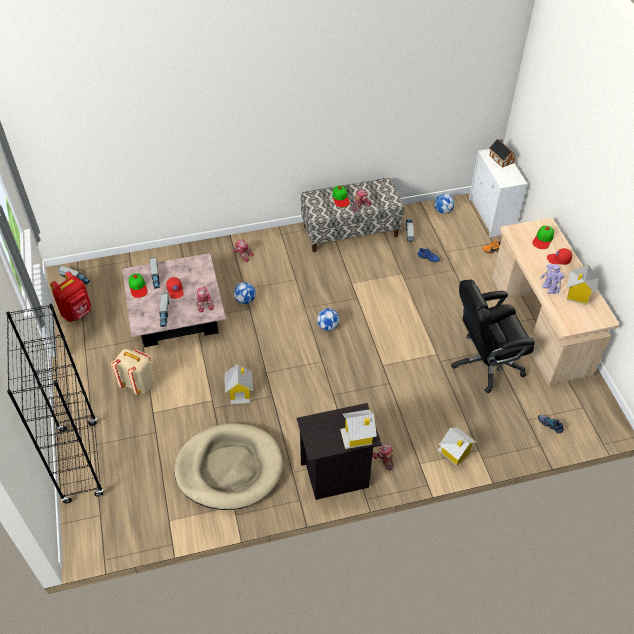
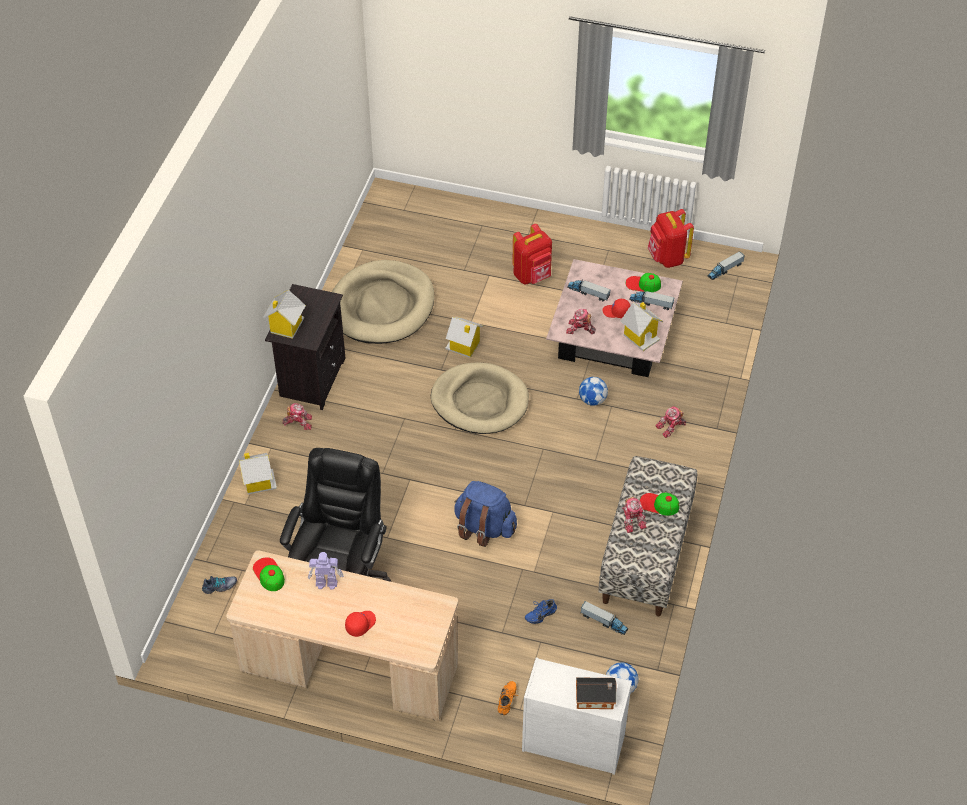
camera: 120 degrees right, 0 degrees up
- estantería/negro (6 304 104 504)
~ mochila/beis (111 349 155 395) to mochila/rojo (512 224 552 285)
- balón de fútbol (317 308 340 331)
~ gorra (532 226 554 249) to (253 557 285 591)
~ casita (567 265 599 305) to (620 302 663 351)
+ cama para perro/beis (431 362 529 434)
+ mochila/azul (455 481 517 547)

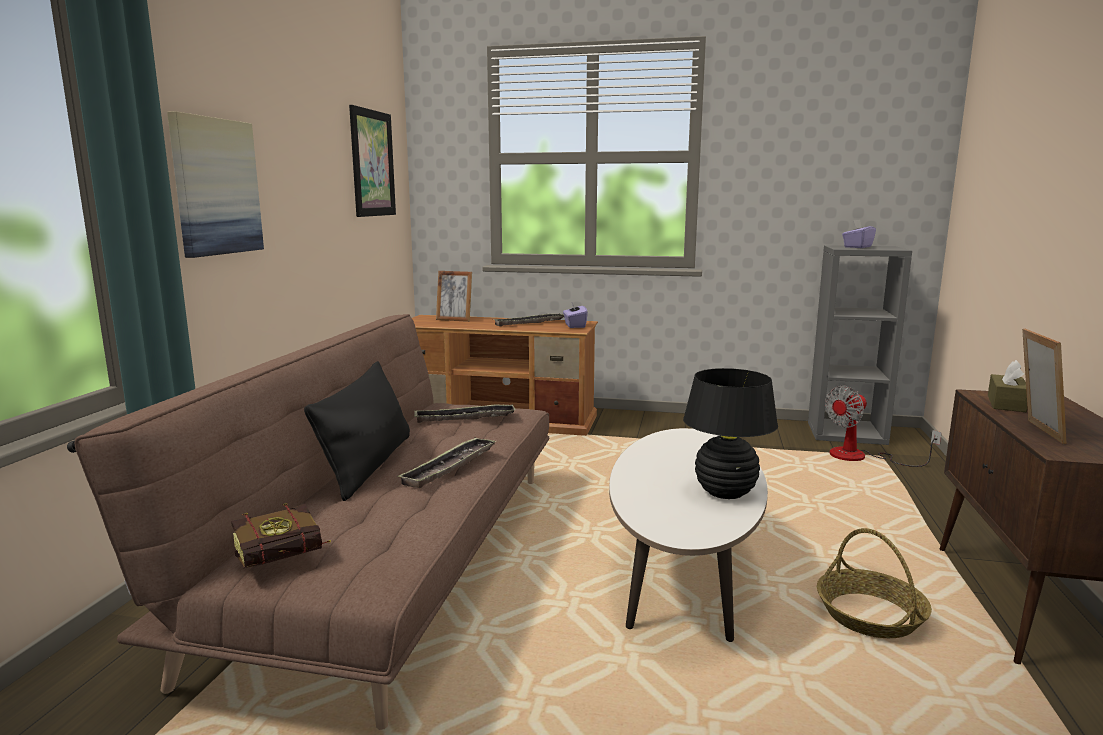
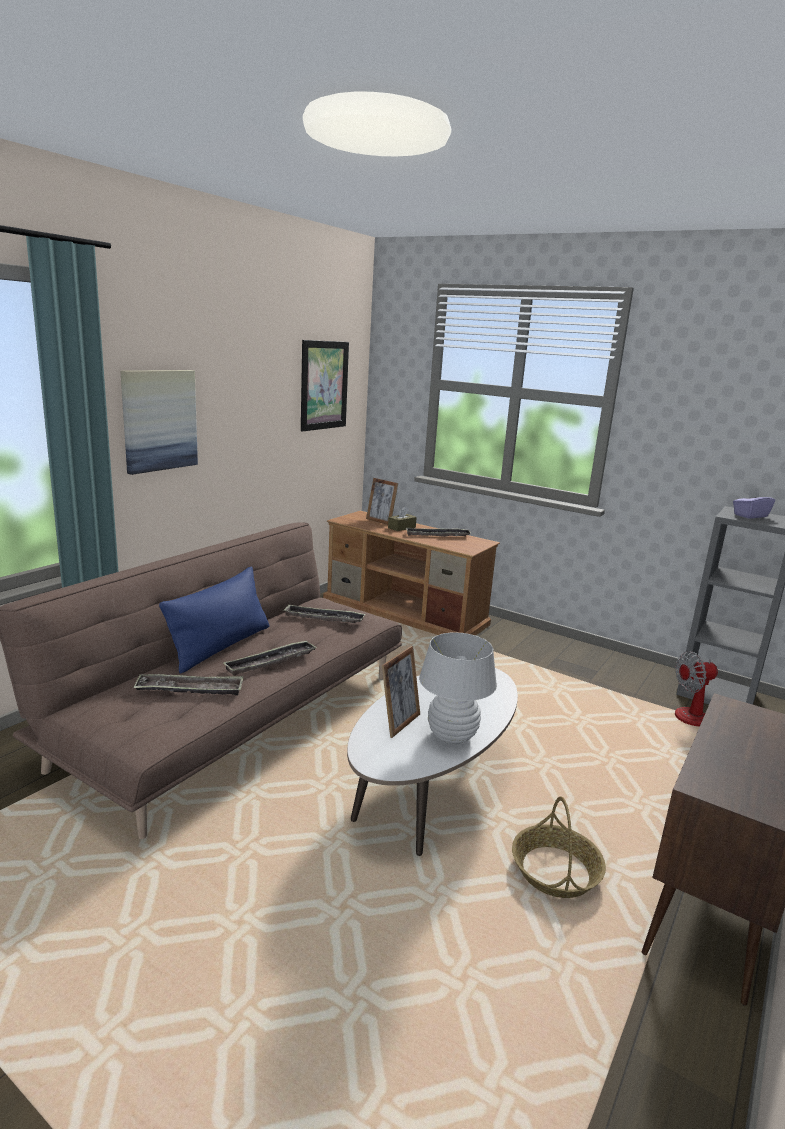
camera: 20 degrees right, 5 degrees up
- libro (231 503 331 568)
~ cojín/negro (304 361 410 501) to cojín/azul (159 566 269 674)
- caja de pañuelos/morado (563 302 588 328)
~ lámpara de mesa/negro (683 368 778 499) to lámpara de mesa/blanco (419 632 497 744)
~ caja de pañuelos/marrón (988 360 1028 412) to (388 506 417 531)
~ portarretratos (1022 329 1067 444) to (382 646 420 738)
+ bandeja (133 674 243 696)

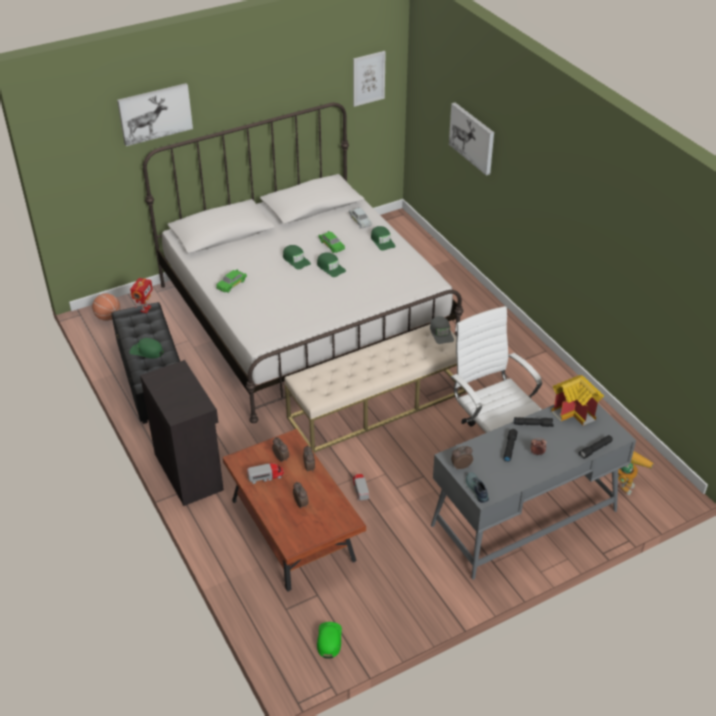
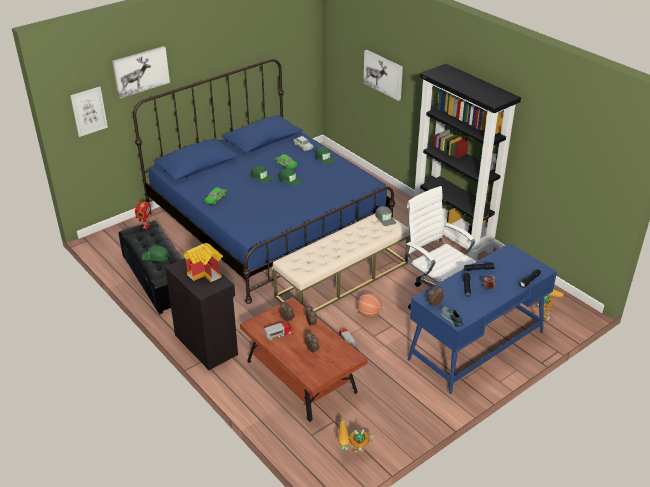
camera: 10 degrees left, 5 degrees down
~ balón de baloncesto (92 293 120 321) to (357 293 382 318)
~ cama/blanco (143 103 463 423) to cama/azul (133 59 395 304)
~ gorra/verde (317 622 342 659) to robot de juguete (338 421 374 452)
~ cuadro (353 51 386 107) to (70 87 108 137)
~ escritorio/gris (431 404 636 580) to escritorio/azul (408 243 557 394)
~ casita (551 375 604 426) to (183 243 223 282)
+ estantería/negro (414 64 521 261)

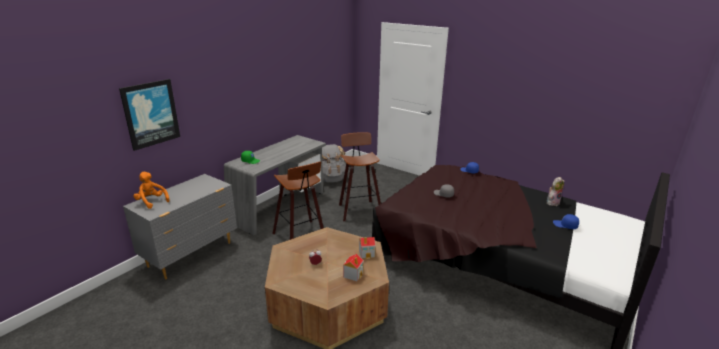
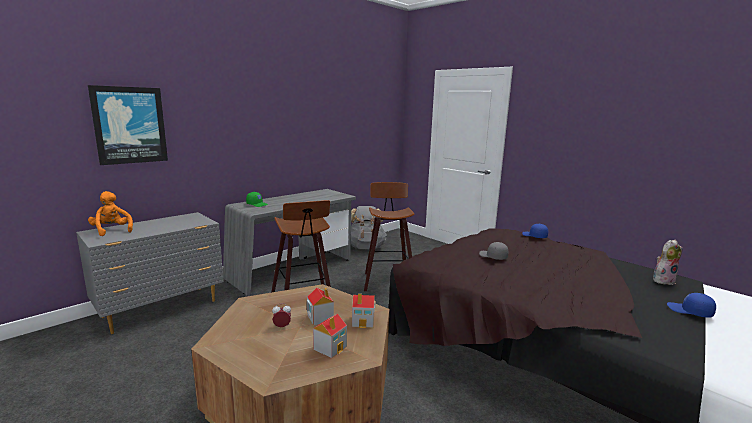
camera: 10 degrees right, 10 degrees down
+ casita (307 288 334 325)

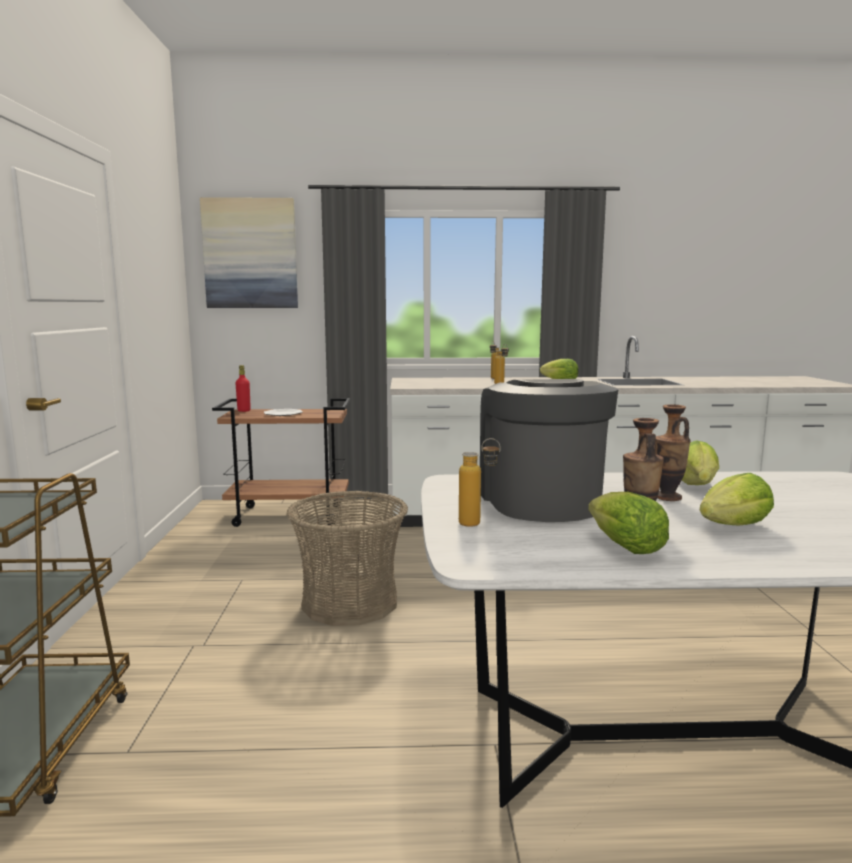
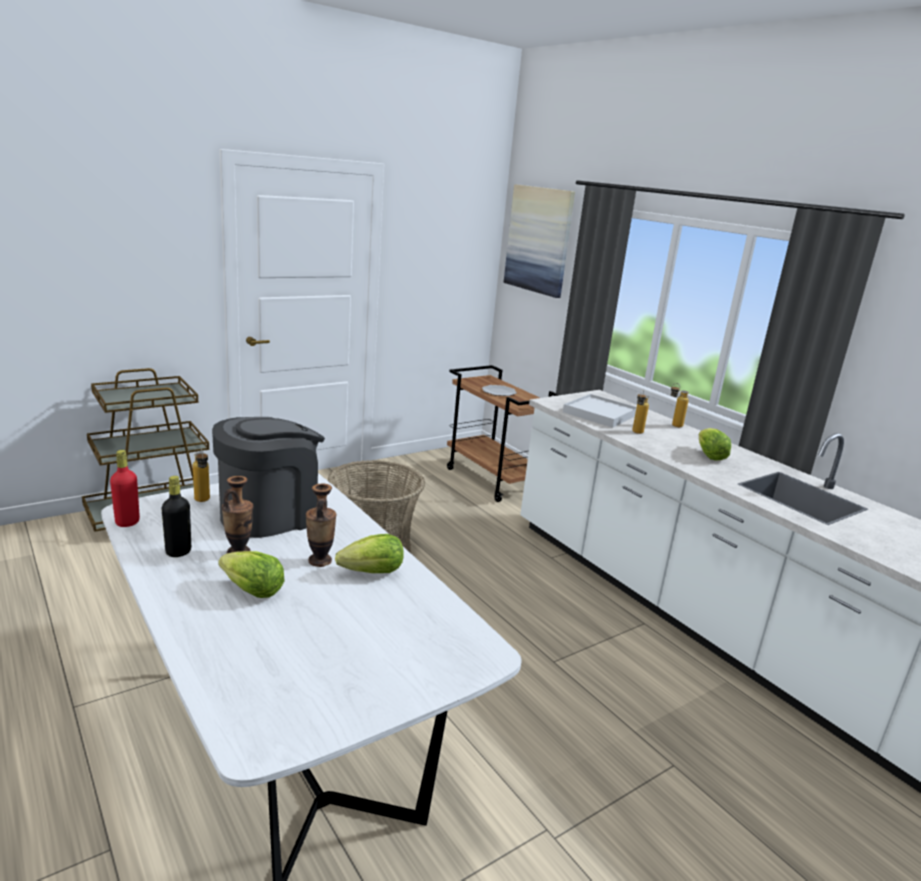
camera: 55 degrees right, 10 degrees up
~ botella/rojo (236 365 251 412) to (110 450 140 527)
~ lechuga (588 492 669 554) to botella/negro (161 476 191 557)
+ bandeja/blanco (563 394 637 428)

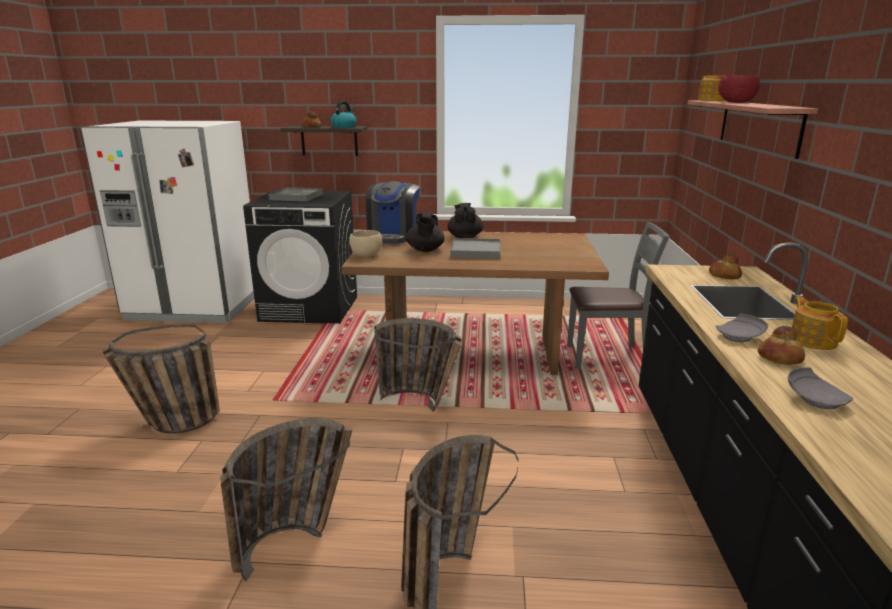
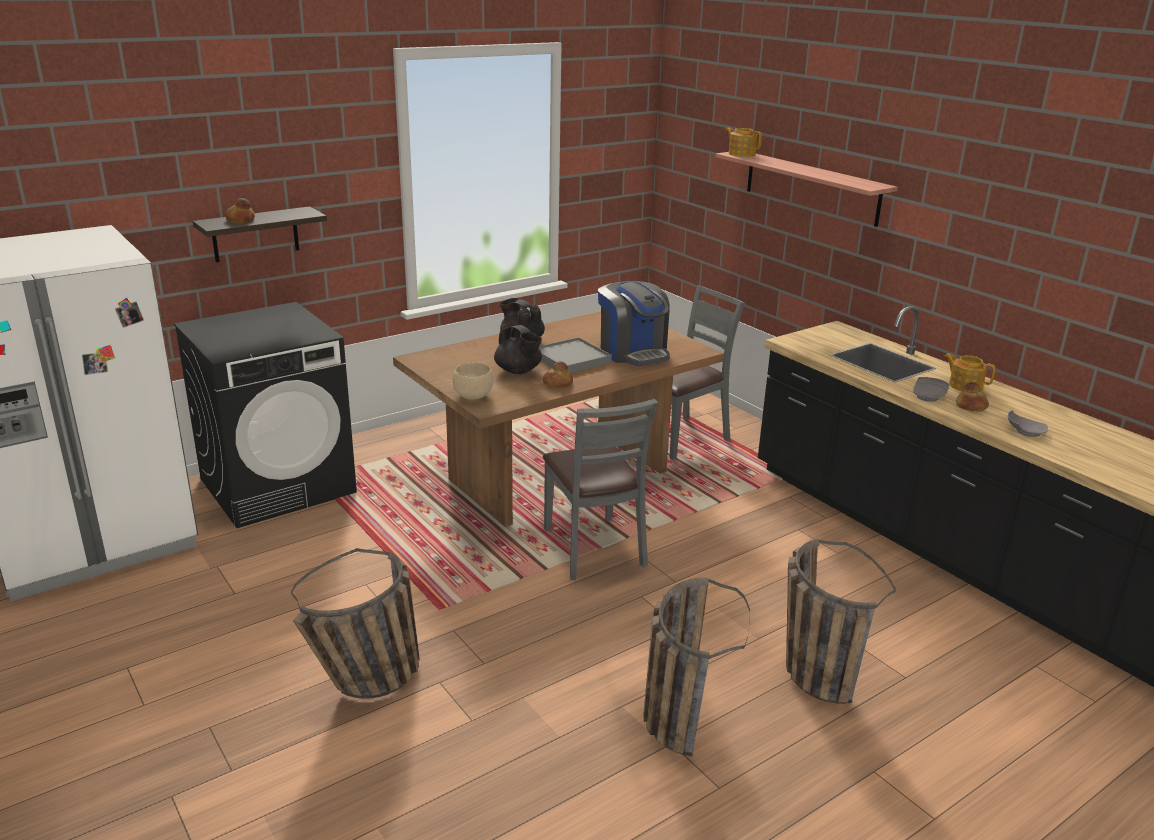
camera: 40 degrees left, 5 degrees up
- bandeja/gris (269 187 323 202)
- hervidor (331 101 357 128)
~ cafetera (366 181 420 244) to (598 281 670 366)
~ cesta (374 318 462 412) to silla/gris (543 399 658 580)
~ pan (709 254 742 280) to (542 361 573 388)
- cuenco/rojo (718 75 760 103)

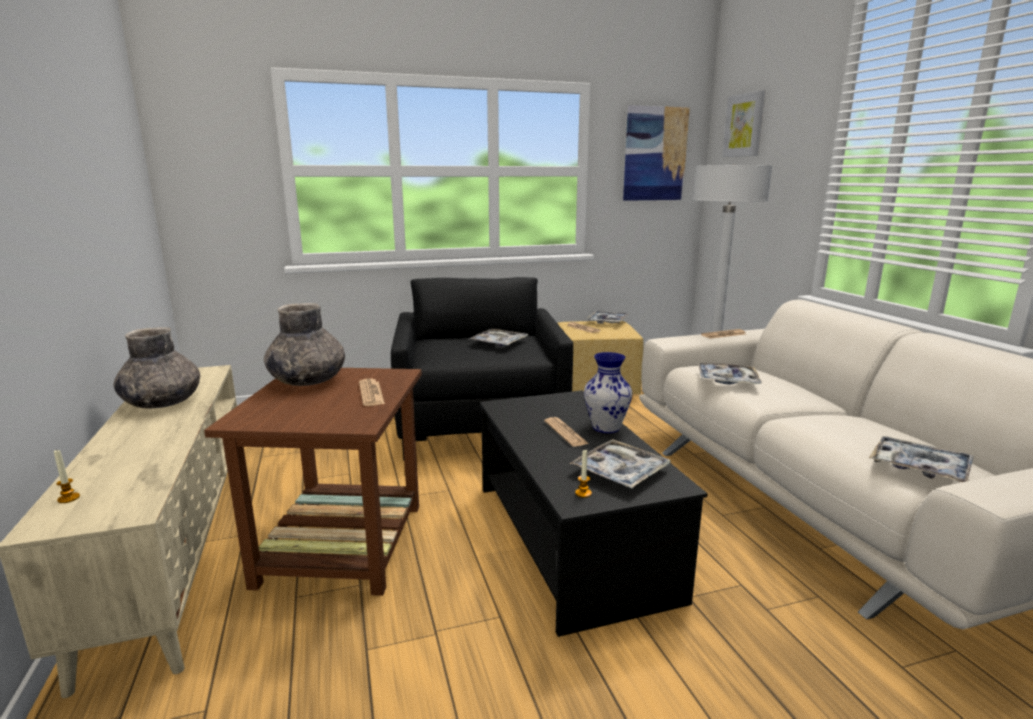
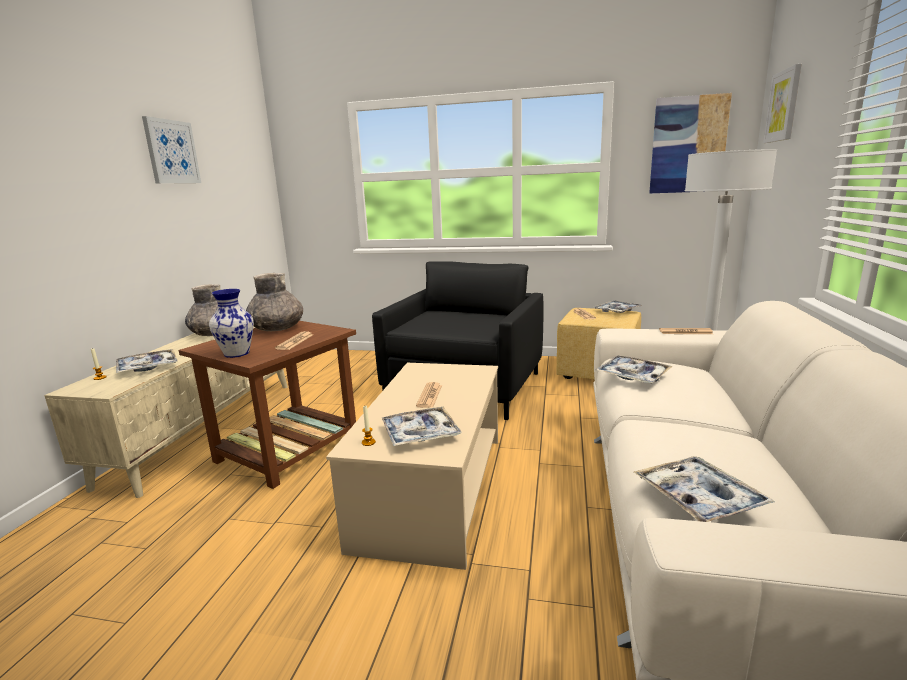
camera: 30 degrees right, 0 degrees up
~ bandeja (470 329 528 346) to (116 349 178 373)
~ mesa de centro/negro (480 390 708 637) to mesa de centro/beis (326 363 498 570)
~ florero (584 352 632 433) to (209 289 254 358)
+ cuadro (142 116 201 183)

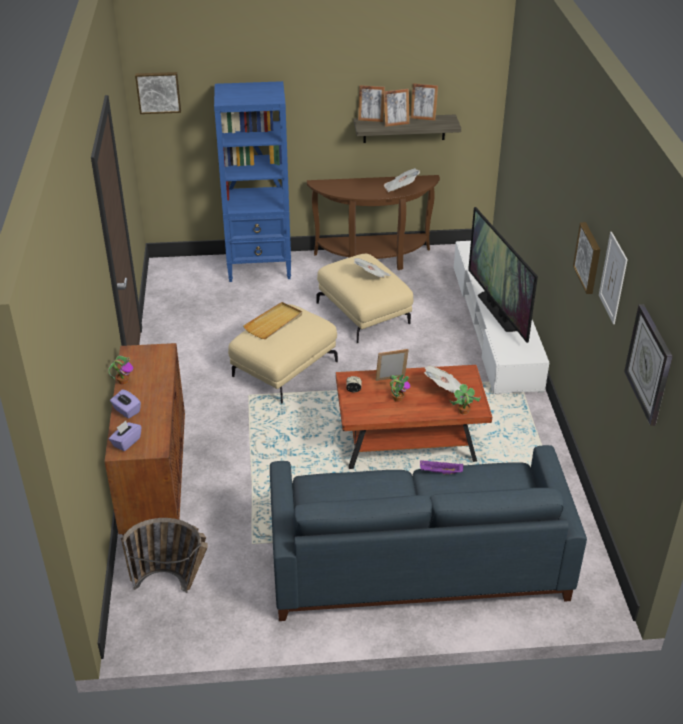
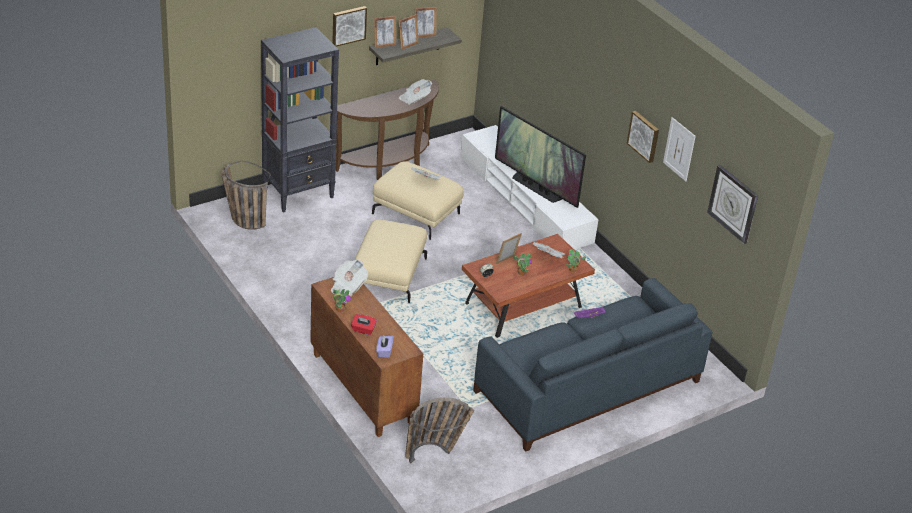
camera: 30 degrees left, 0 degrees up
~ caja de pañuelos/morado (110 389 141 419) to caja de pañuelos/rojo (351 314 377 335)
~ cuadro (135 72 181 114) to (332 6 367 46)
~ estantería/azul (214 81 291 282) to estantería/negro (261 27 339 213)
- bandeja/beis (243 302 302 339)
+ cesta (221 161 271 230)
+ periódico (331 260 368 296)

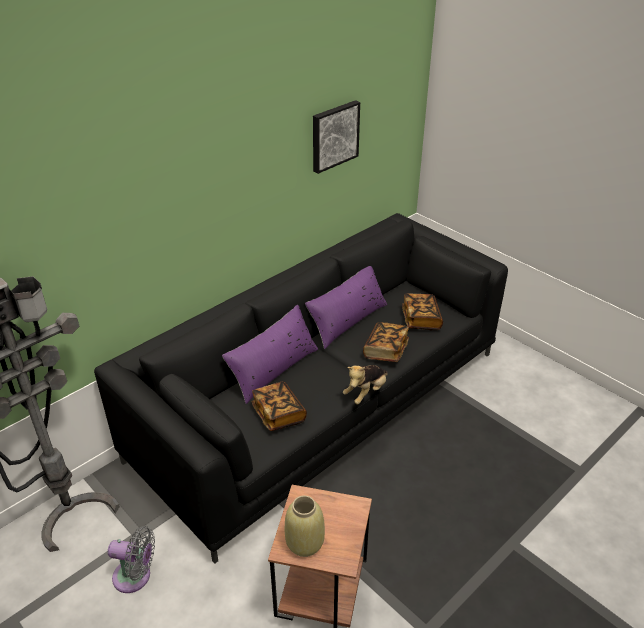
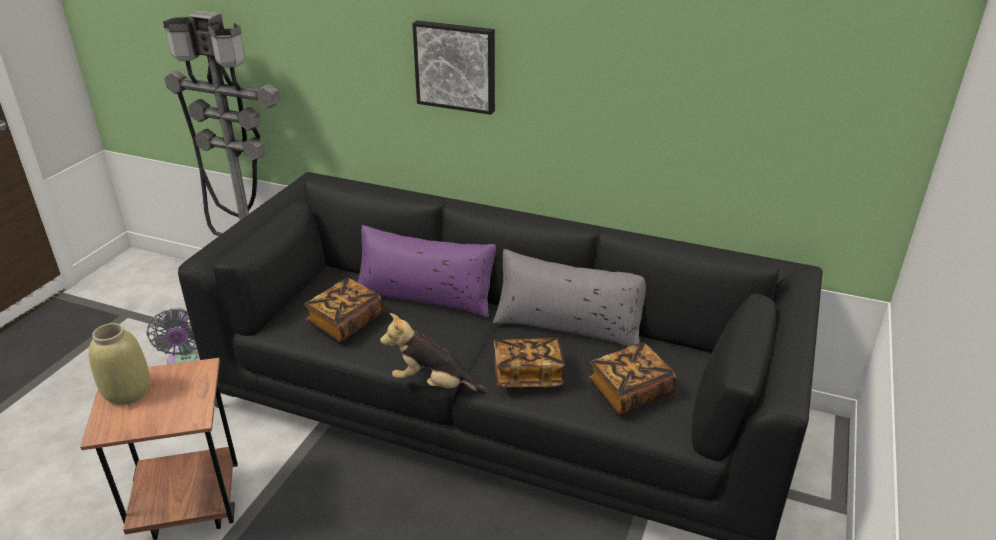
camera: 65 degrees right, 5 degrees down
~ cojín/morado (305 266 387 349) to cojín/gris (493 249 646 347)
~ cuadro (313 100 360 174) to (412 21 495 115)

